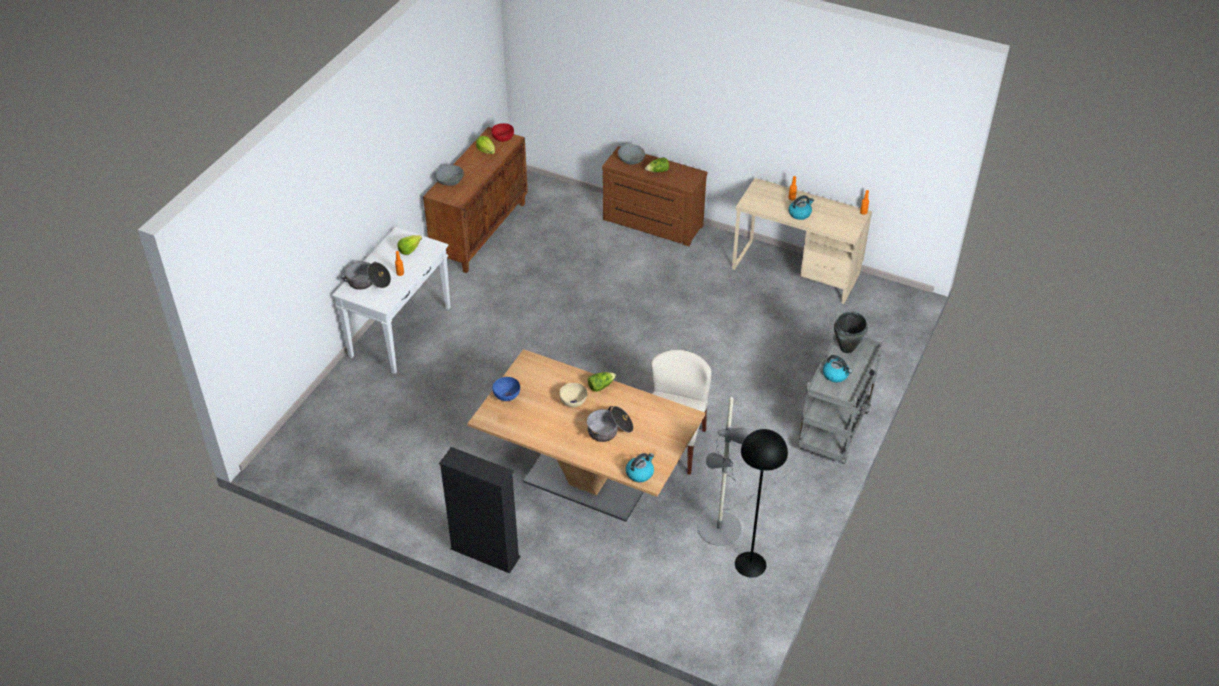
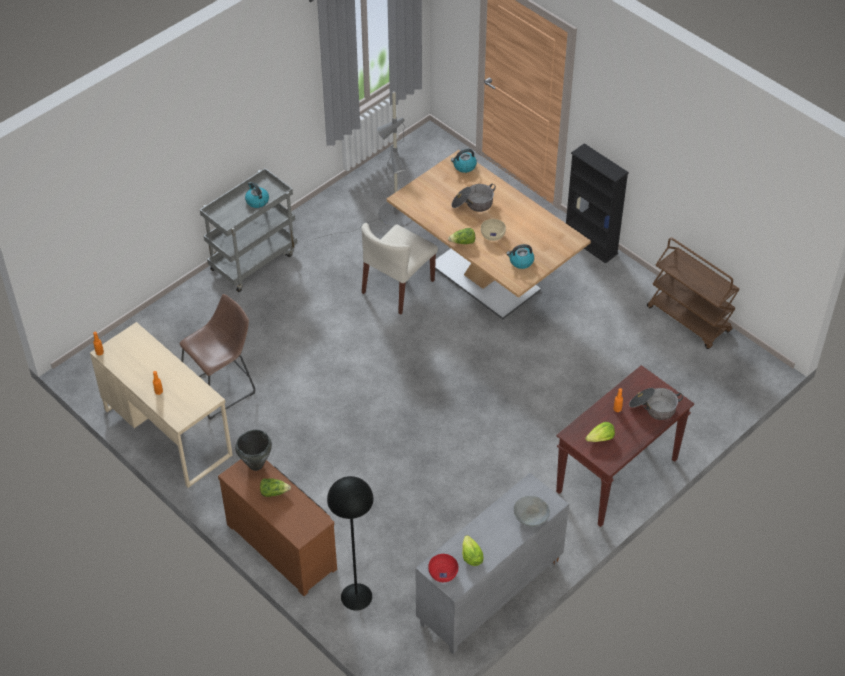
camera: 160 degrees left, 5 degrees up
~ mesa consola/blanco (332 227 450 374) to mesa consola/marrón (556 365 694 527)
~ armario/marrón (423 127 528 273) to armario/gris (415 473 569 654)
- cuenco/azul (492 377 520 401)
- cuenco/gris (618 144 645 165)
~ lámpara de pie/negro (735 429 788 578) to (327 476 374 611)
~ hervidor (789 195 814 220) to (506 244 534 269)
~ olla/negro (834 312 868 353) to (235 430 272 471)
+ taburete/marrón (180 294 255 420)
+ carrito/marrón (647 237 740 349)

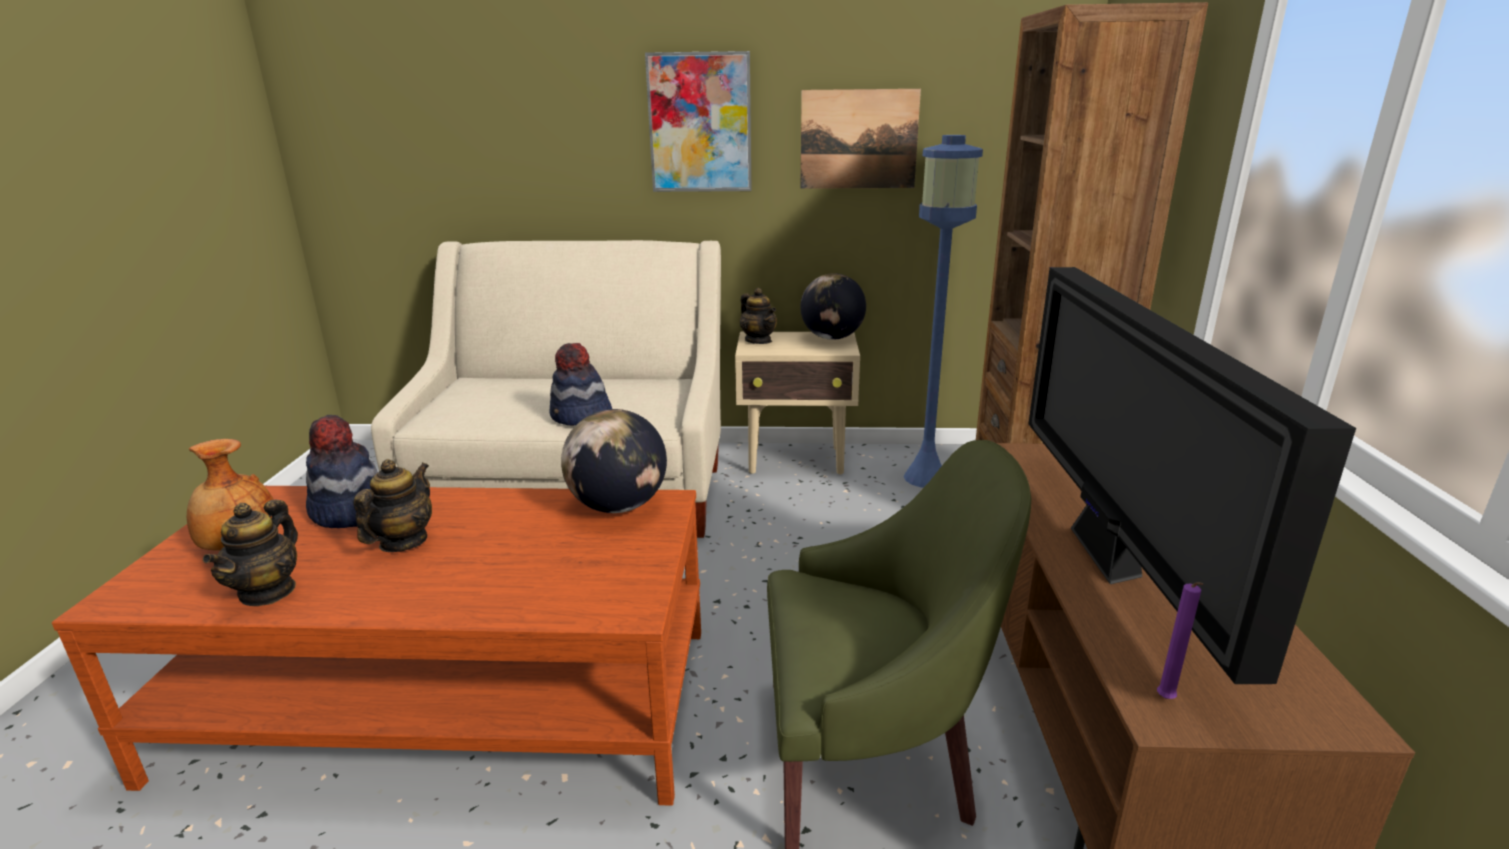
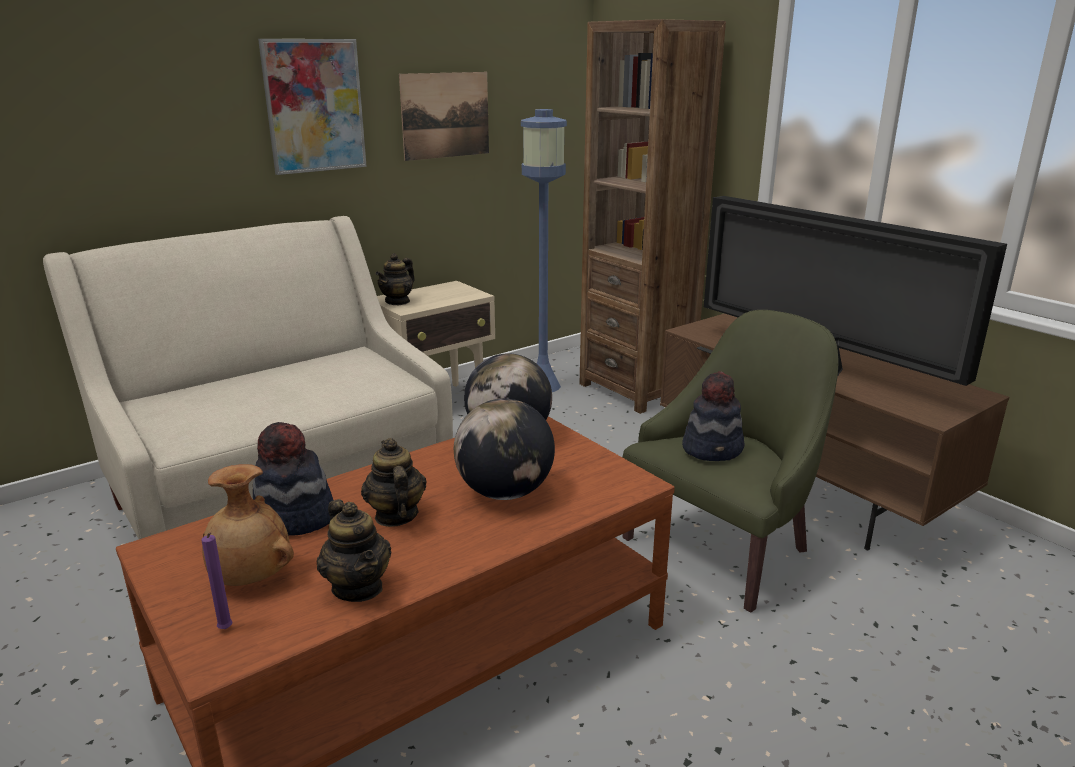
camera: 40 degrees left, 0 degrees up
~ sombrero (549 343 612 425) to (682 371 745 461)
~ tetera (740 288 777 344) = (376 253 415 305) 105 degrees clockwise
~ globo terráqueo (800 273 866 340) to (454 399 555 500)
~ vela/morado (1157 582 1203 699) to (201 532 233 629)

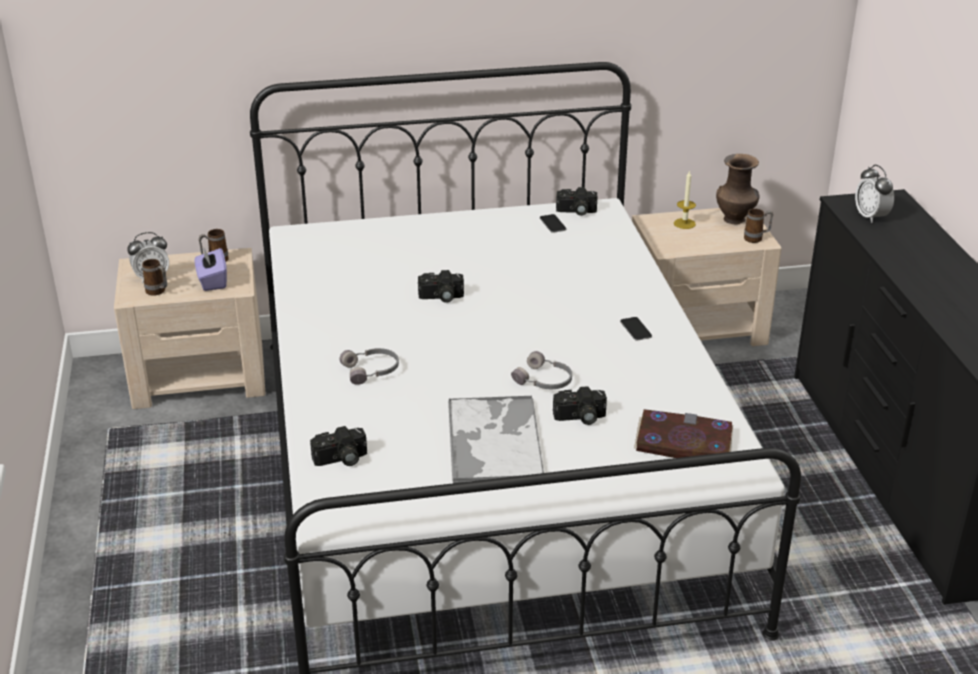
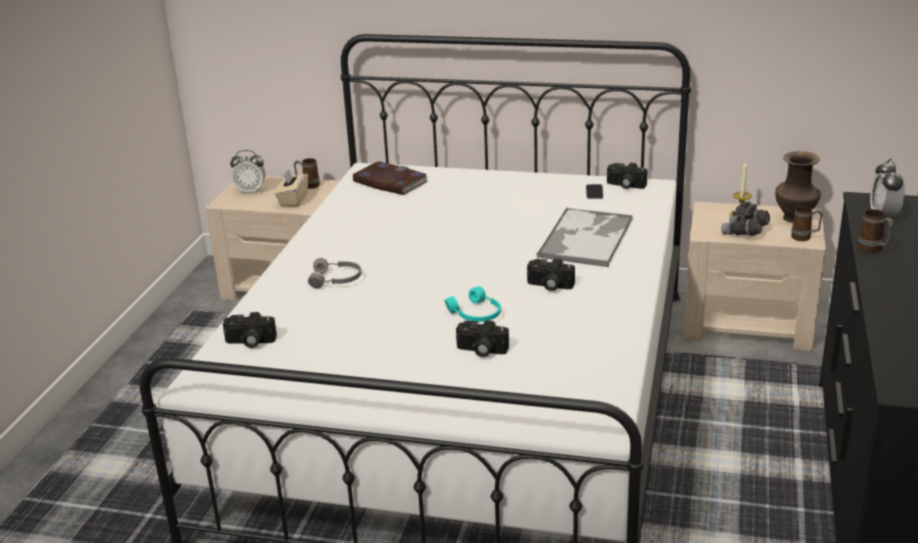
camera: 25 degrees right, 5 degrees down
~ taza grande (142 259 167 296) to (858 209 894 253)
~ caja de pañuelos/morado (195 248 227 291) to caja de pañuelos/beis (275 169 308 206)
~ cámara (418 270 464 303) to (527 258 575 291)
~ bandeja (448 396 544 483) to (537 208 633 267)
~ auriculares/gris (511 351 572 389) to auriculares/turquesa (445 286 501 322)
- móvil (620 317 652 341)
~ libro (634 409 733 458) to (352 161 429 195)
+ prismáticos/gris (721 201 770 236)

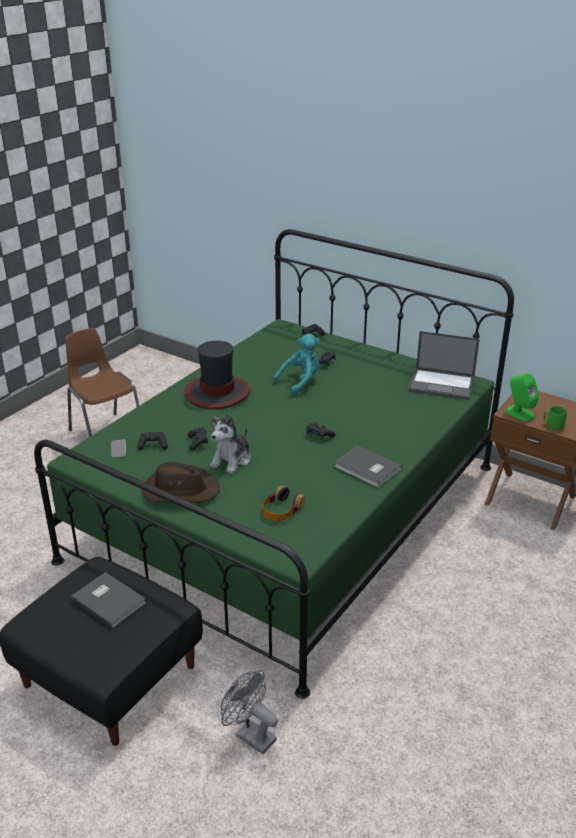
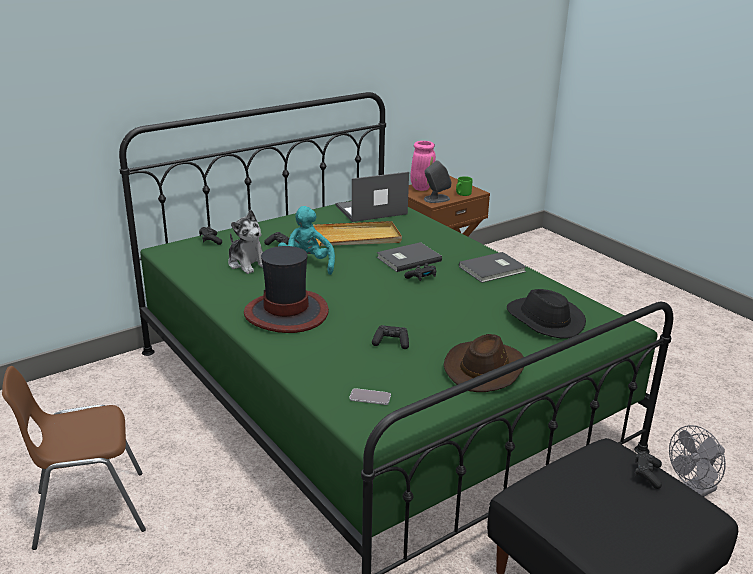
camera: 70 degrees left, 5 degrees down
~ libro/gris (71 572 146 629) to (377 242 442 272)
~ mando de consola/negro (137 432 168 450) to (635 452 662 489)
~ peluche (210 414 251 474) to (228 210 263 274)
~ auriculares (262 485 305 521) to sombrero/negro (507 289 586 339)
~ portátil (408 331 479 400) = (336 172 409 222) 150 degrees counterclockwise
~ altavoz/verde (505 373 539 421) to altavoz/gris (424 160 452 203)
+ bandeja/beis (313 221 402 246)
+ florero/rosa (410 141 436 191)

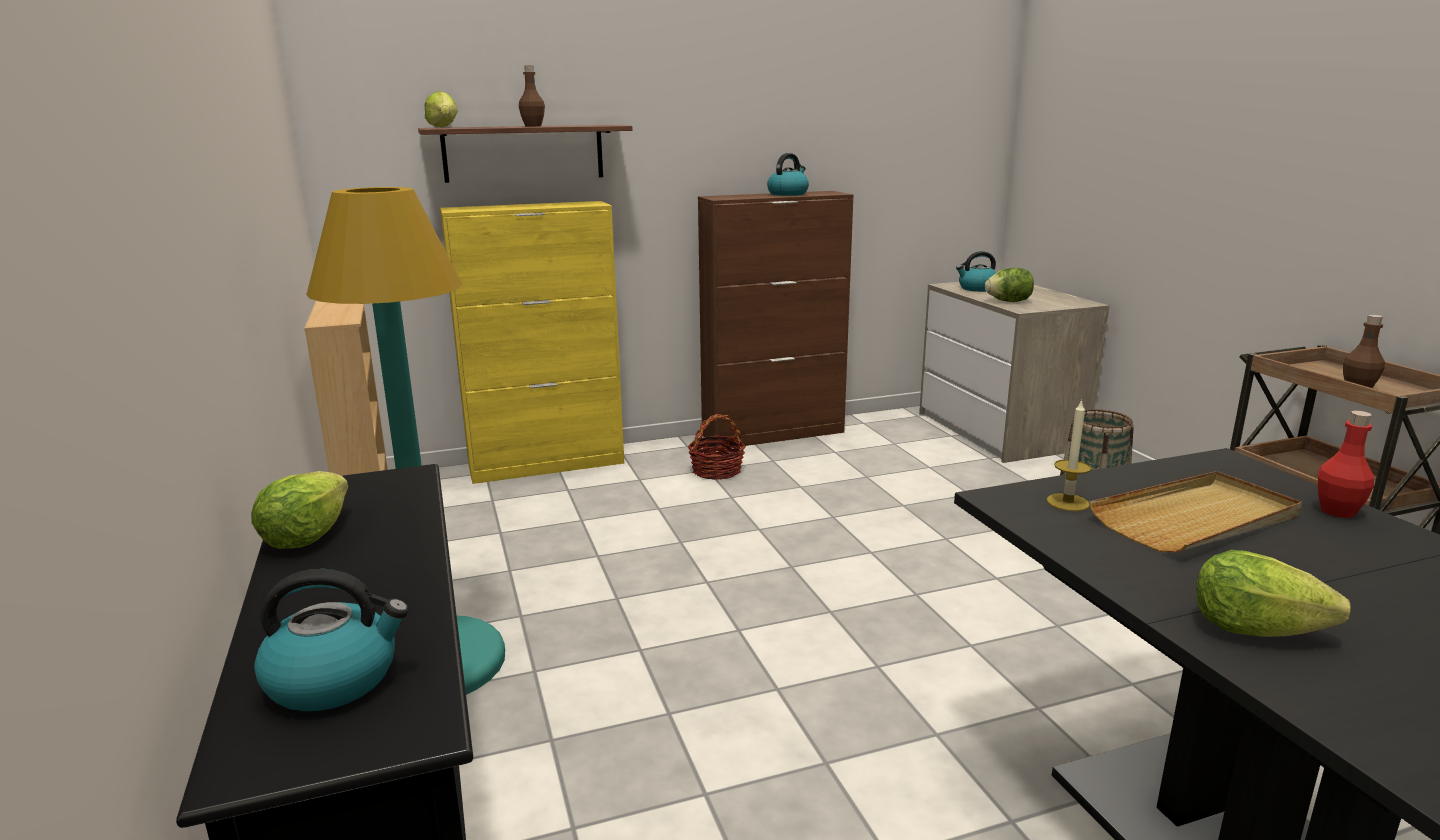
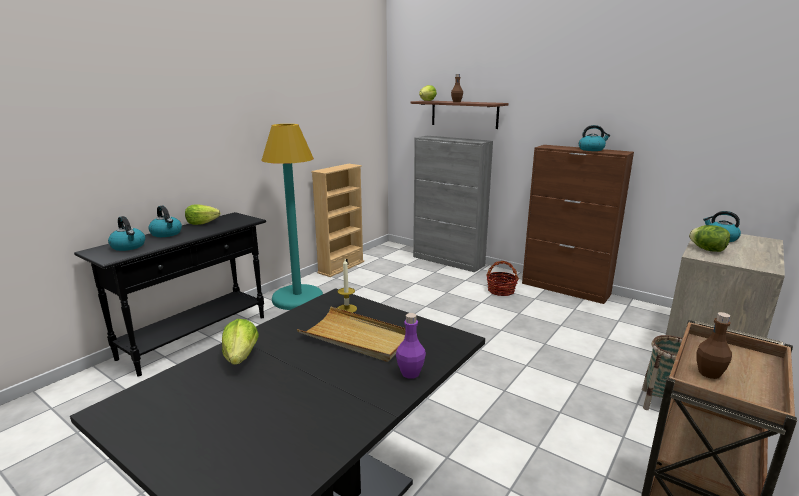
camera: 55 degrees right, 0 degrees up
~ armario/amarillo (440 201 624 484) to armario/gris (413 136 493 272)
~ botella/rojo (1318 411 1374 518) to botella/morado (396 313 426 379)
+ hervidor (148 206 182 237)

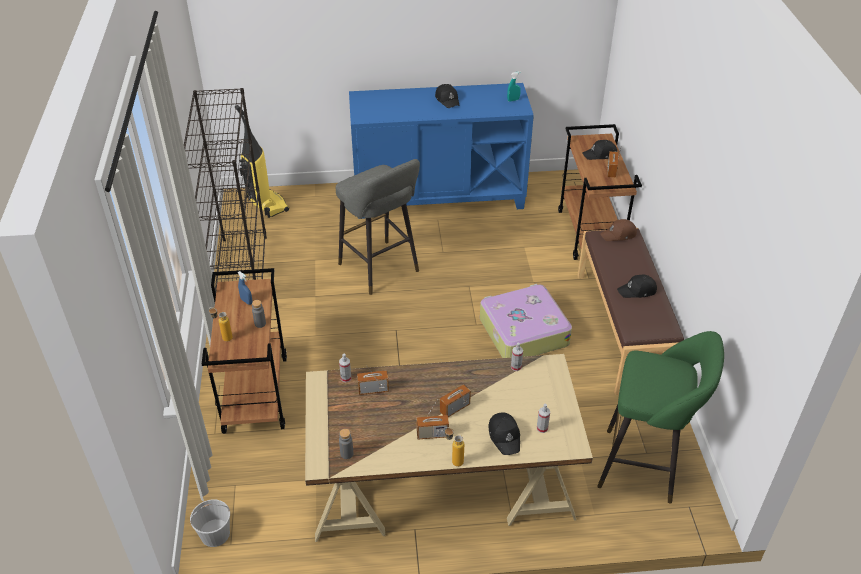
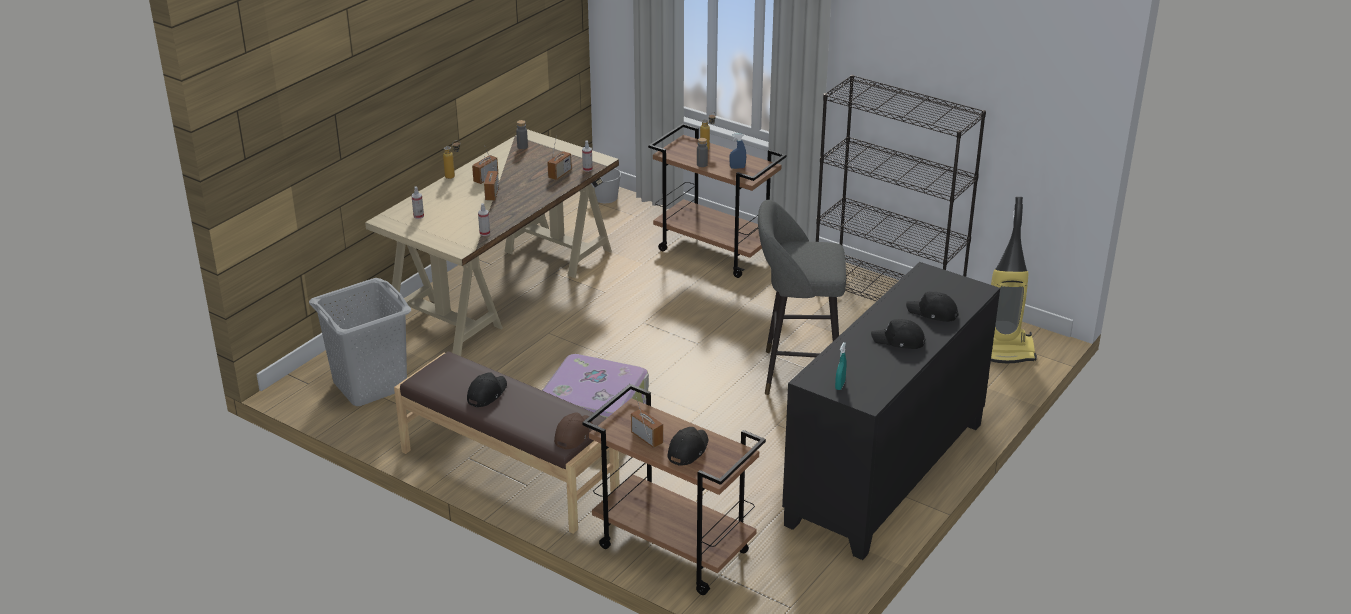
camera: 130 degrees right, 10 degrees down
~ armario/azul (349 83 534 219) to armario/negro (782 262 1000 560)
~ gorra/negro (488 413 520 455) to (906 292 959 322)
~ taburete/verde (597 331 724 504) to cesto de la ropa/gris (309 278 411 406)

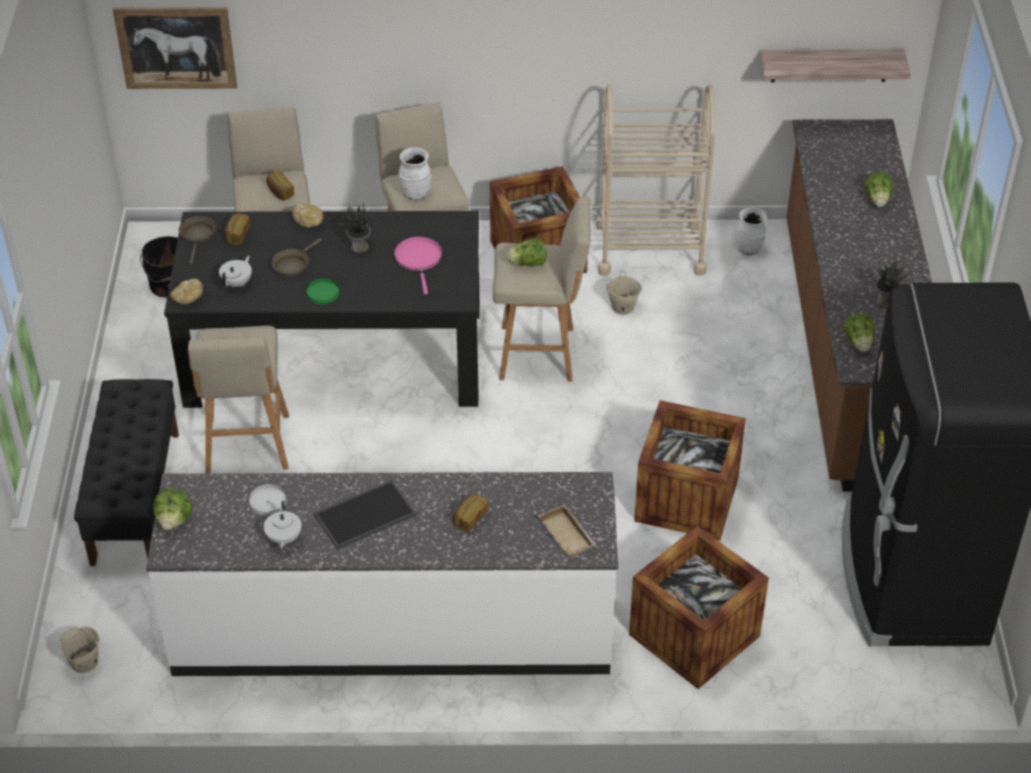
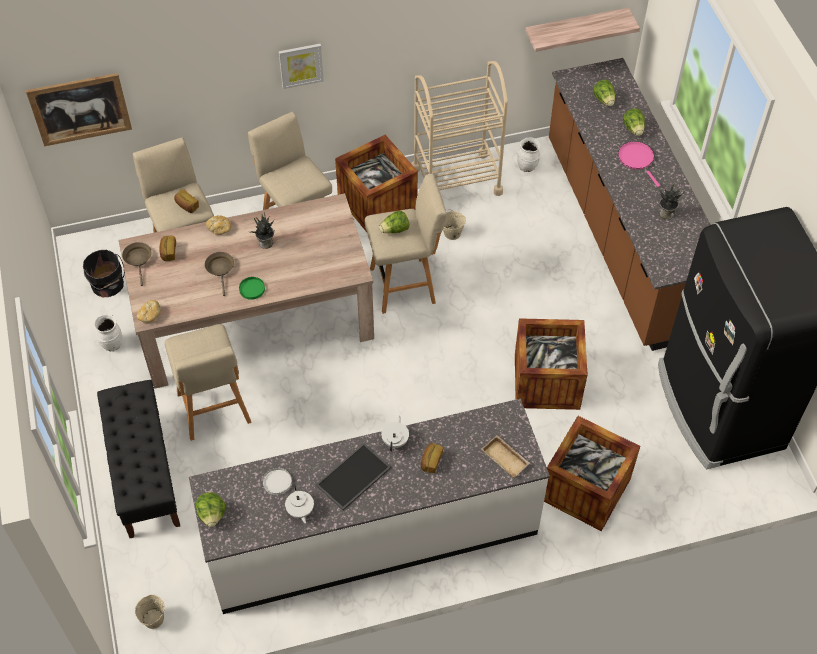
camera: 15 degrees left, 10 degrees up
~ mesa de comedor/negro (164 211 480 408) to mesa de comedor/beis (119 193 374 389)
~ tetera/blanco (219 256 252 288) to (381 416 409 451)
~ sartén/marrón (271 238 321 277) = (205 252 234 296) 150 degrees clockwise
~ sartén/rosa (394 236 442 294) to (618 141 660 187)
~ florero/blanco (399 147 431 200) to (94 314 122 351)
~ lechuga (844 312 875 352) to (593 80 615 106)
+ cuadro (279 44 324 89)

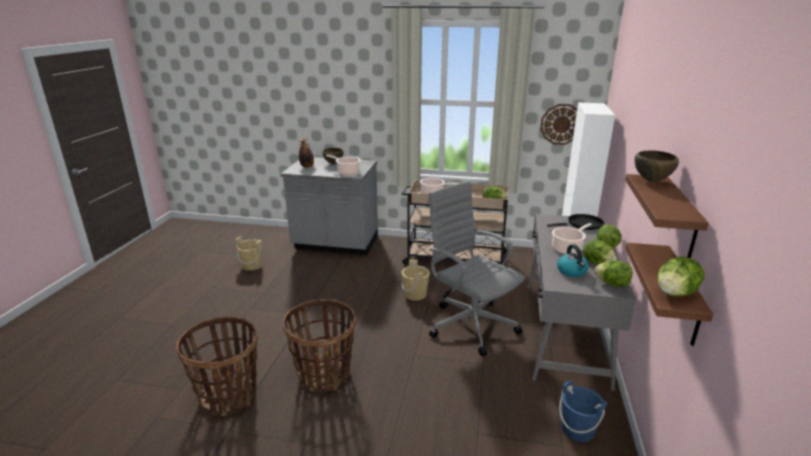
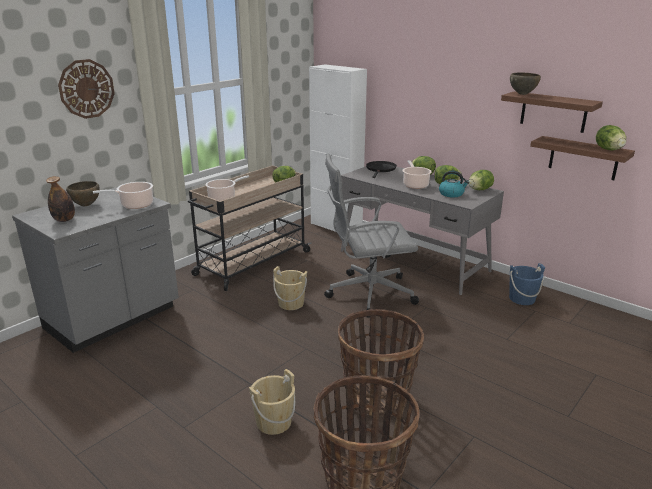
camera: 60 degrees left, 0 degrees up
~ cubo/beis (236 236 262 271) to (249 369 296 435)
~ reloj de pared (540 104 577 145) to (58 59 115 119)

